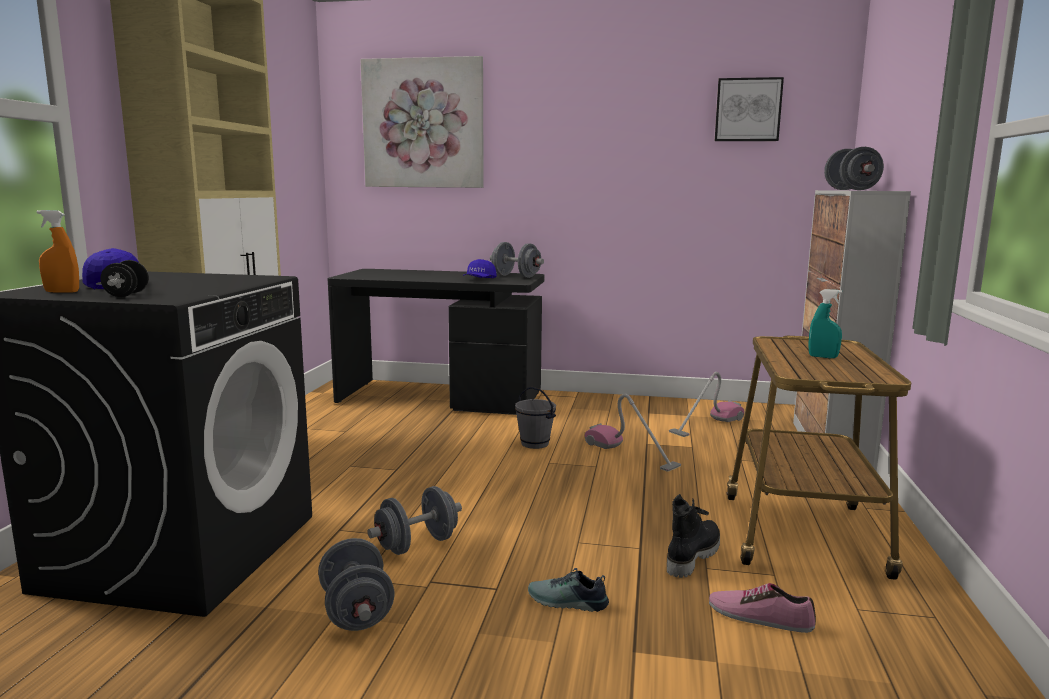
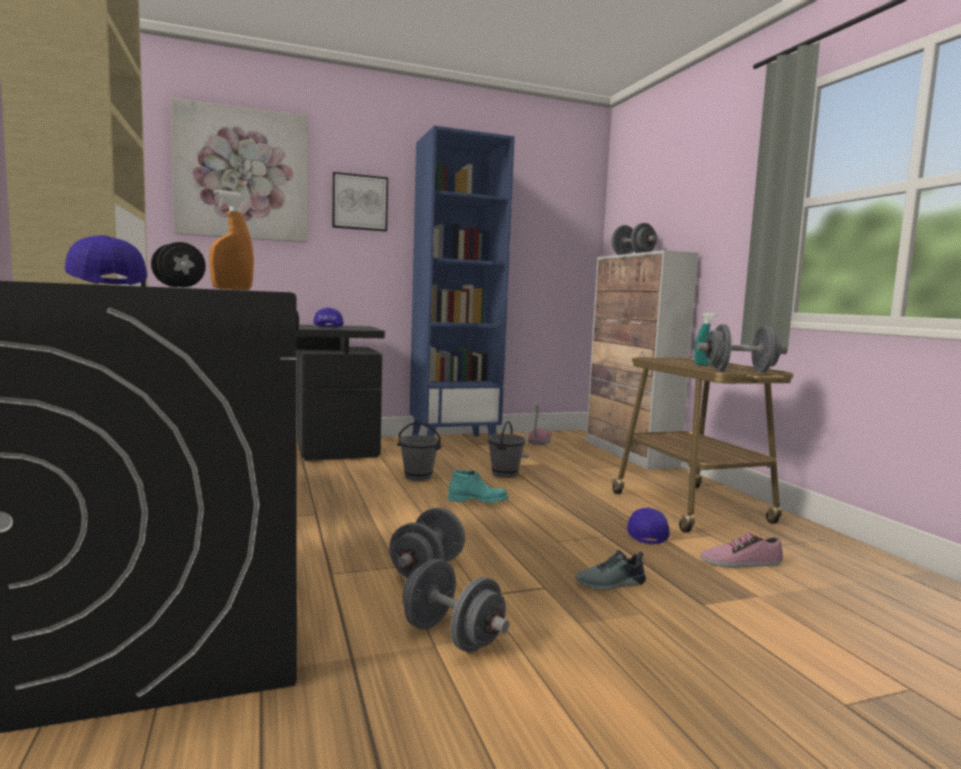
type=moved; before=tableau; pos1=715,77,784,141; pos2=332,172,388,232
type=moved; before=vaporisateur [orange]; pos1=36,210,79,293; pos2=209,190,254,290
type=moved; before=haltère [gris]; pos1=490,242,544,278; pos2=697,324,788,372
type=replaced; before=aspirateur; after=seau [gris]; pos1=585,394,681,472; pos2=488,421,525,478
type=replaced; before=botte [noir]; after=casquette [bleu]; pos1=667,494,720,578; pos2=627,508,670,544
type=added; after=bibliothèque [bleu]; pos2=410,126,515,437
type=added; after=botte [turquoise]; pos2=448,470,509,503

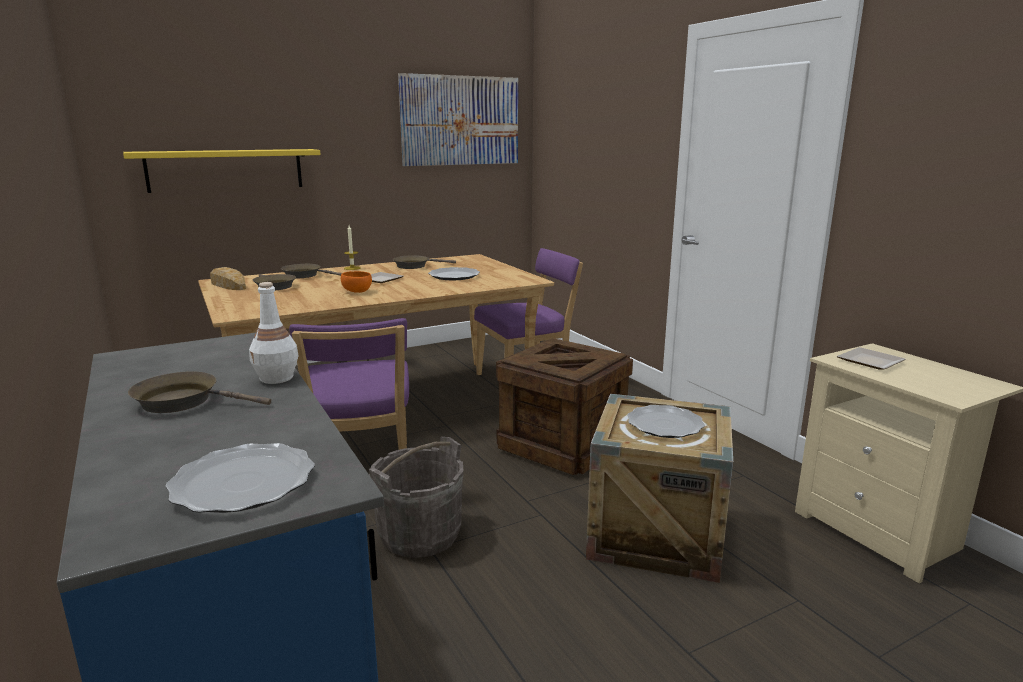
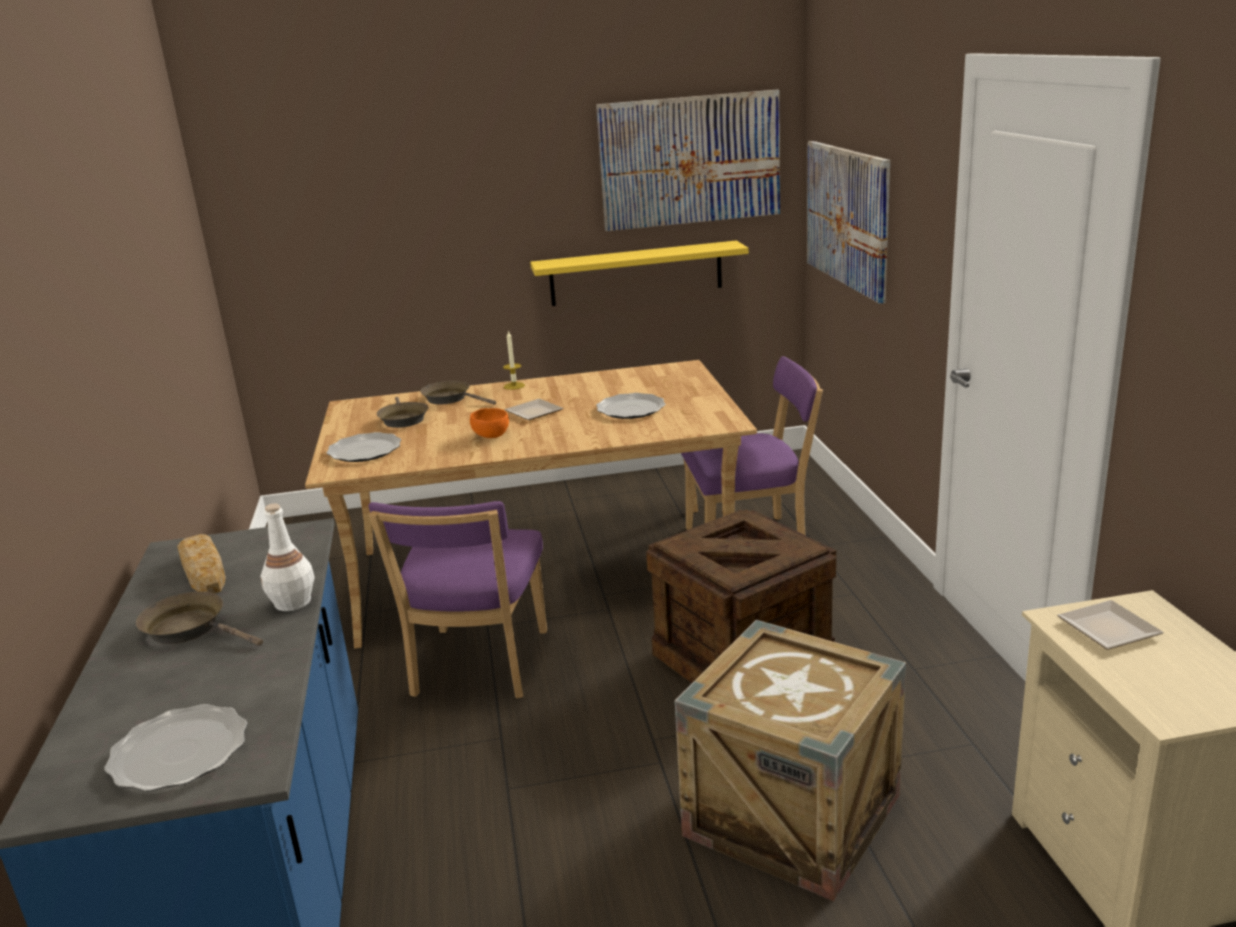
type=moved; before=étagère [jaune]; pos1=123,149,321,193; pos2=530,240,749,306
type=removed; before=poêle [marron]; pos1=393,255,456,269
type=moved; before=pain; pos1=210,267,246,290; pos2=177,534,226,594
type=moved; before=assiette; pos1=627,405,705,438; pos2=326,432,401,462
type=removed; before=seau [gris]; pos1=369,437,464,558
type=added; after=tableau; pos2=807,141,890,304

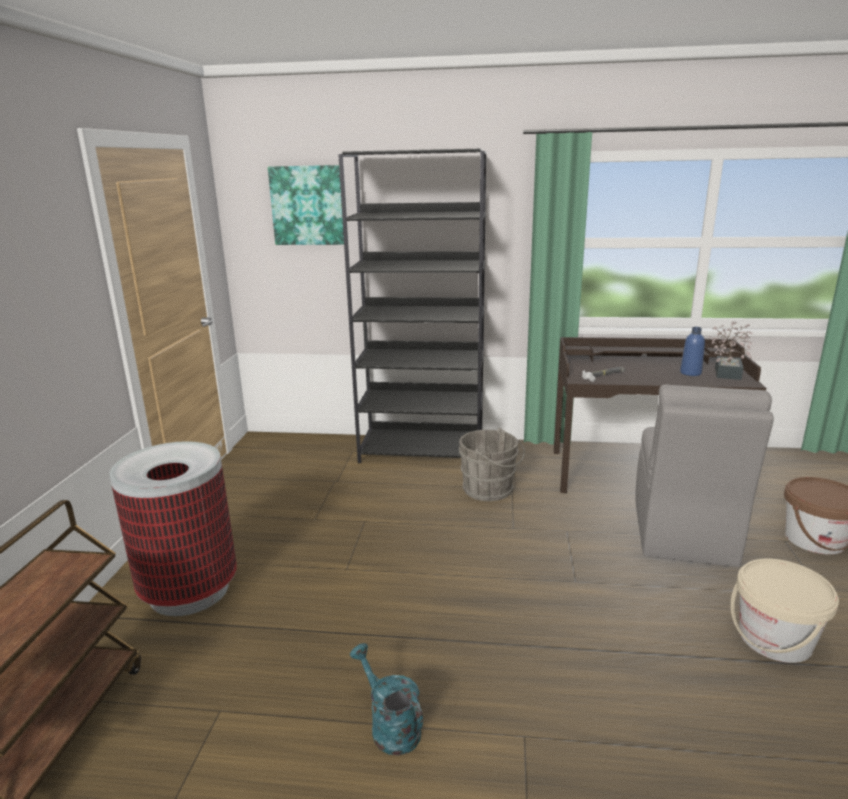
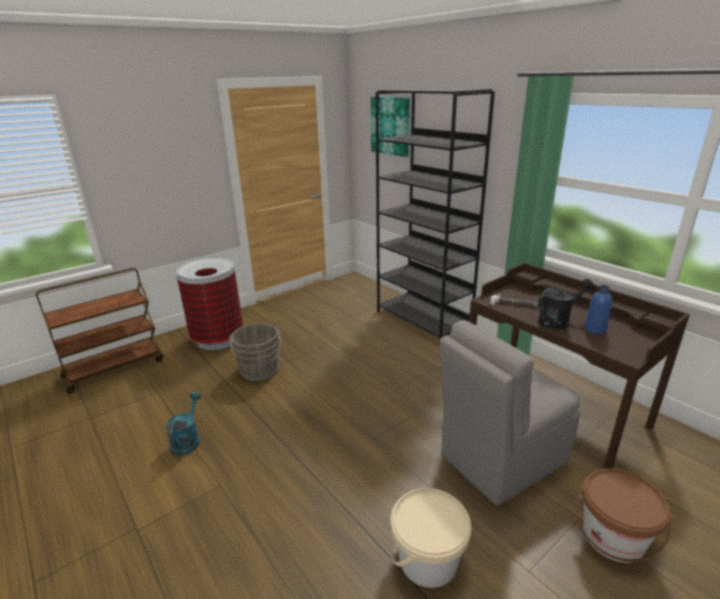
type=removed; before=plante en pot; pos1=709,322,752,380
type=moved; before=seau [gris]; pos1=459,428,525,501; pos2=229,323,281,381
type=added; after=arrosoir [noir]; pos2=538,279,595,329

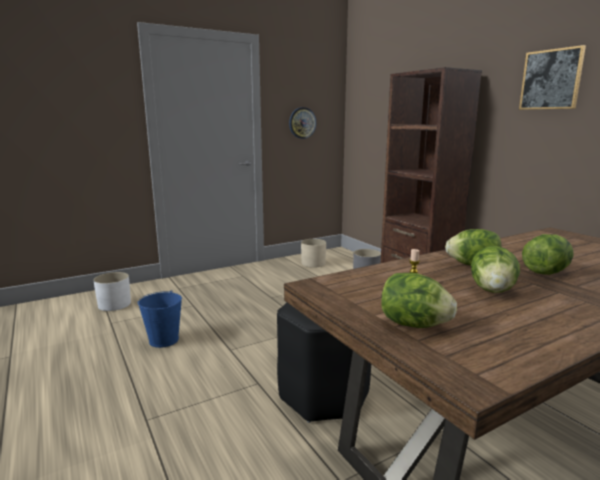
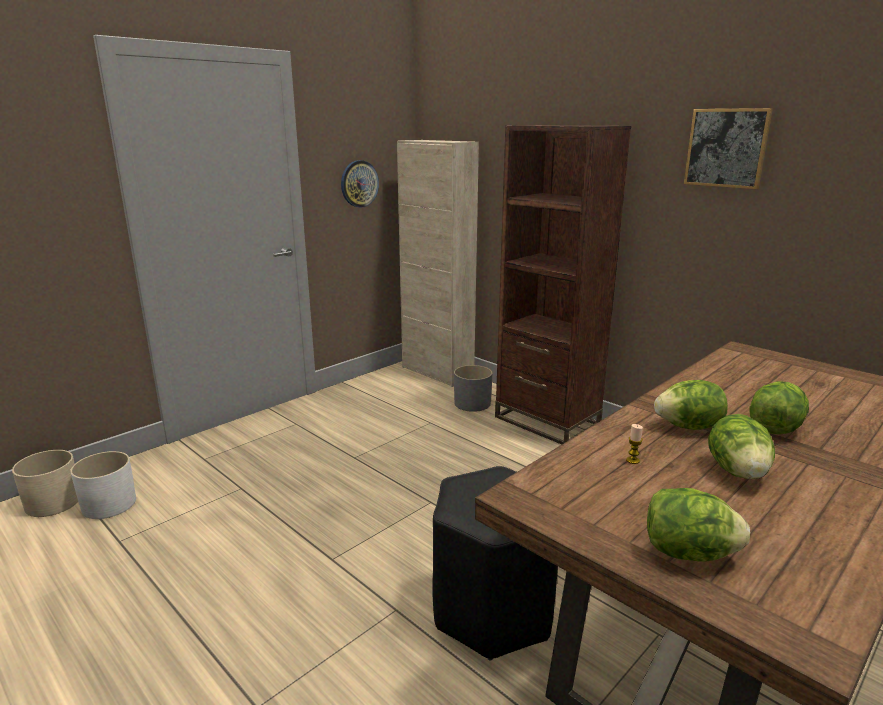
type=moved; before=cache-pot [beige]; pos1=301,239,326,268; pos2=12,450,78,517
type=removed; before=seau [bleu]; pos1=138,290,182,348
type=added; after=meuble de rangement [beige]; pos2=397,140,479,387

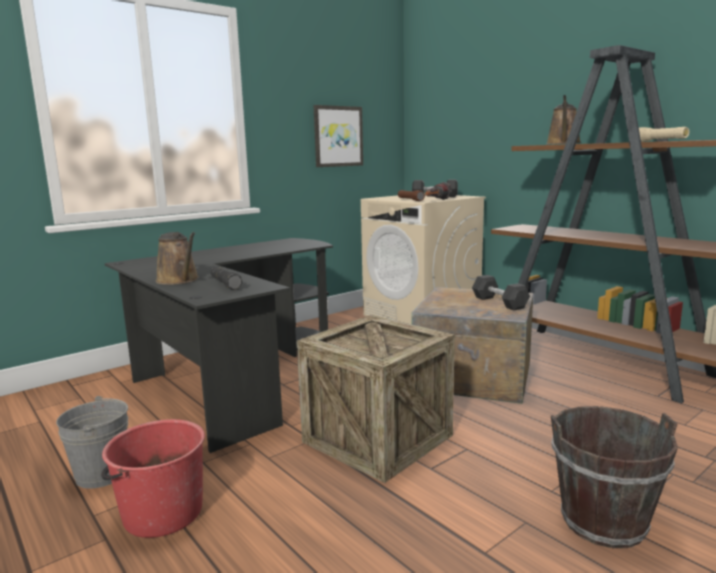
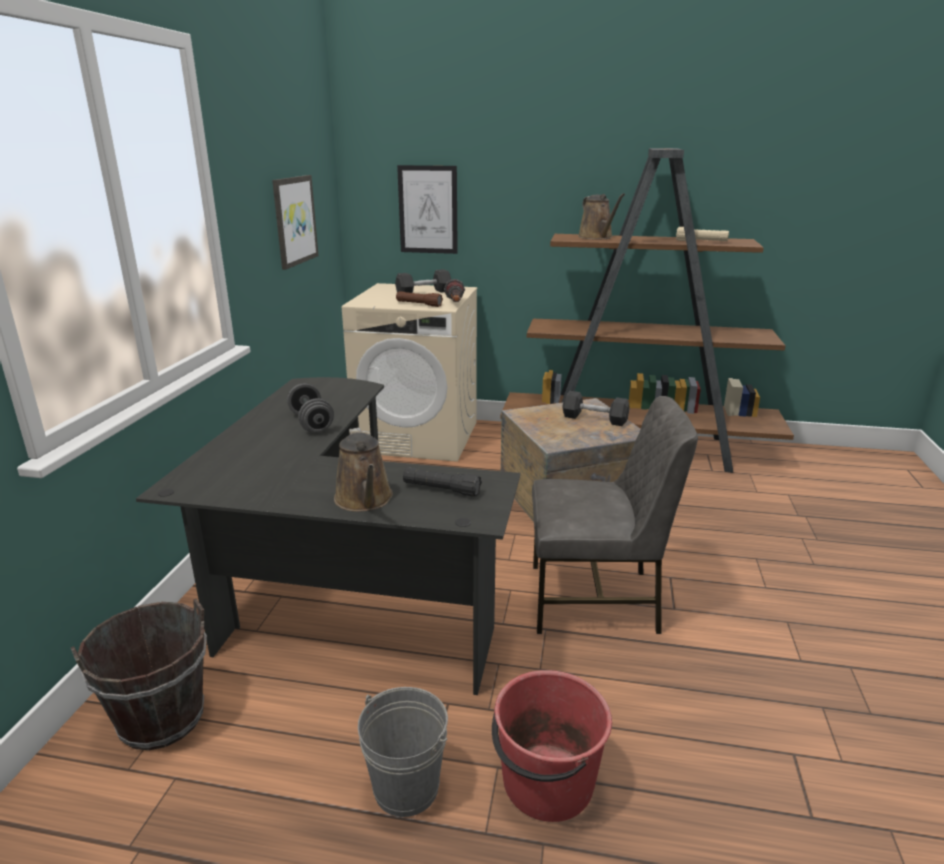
type=turned; before=arrosoir [marron]; pos1=156,232,199,285; pos2=334,427,393,512; turn=60
type=replaced; before=caisse; after=chaise [gris]; pos1=297,315,455,483; pos2=532,396,698,634
type=moved; before=seau [marron]; pos1=551,406,678,548; pos2=71,599,207,750
type=added; after=tableau; pos2=397,165,458,254
type=added; after=haltère [gris]; pos2=287,383,334,433

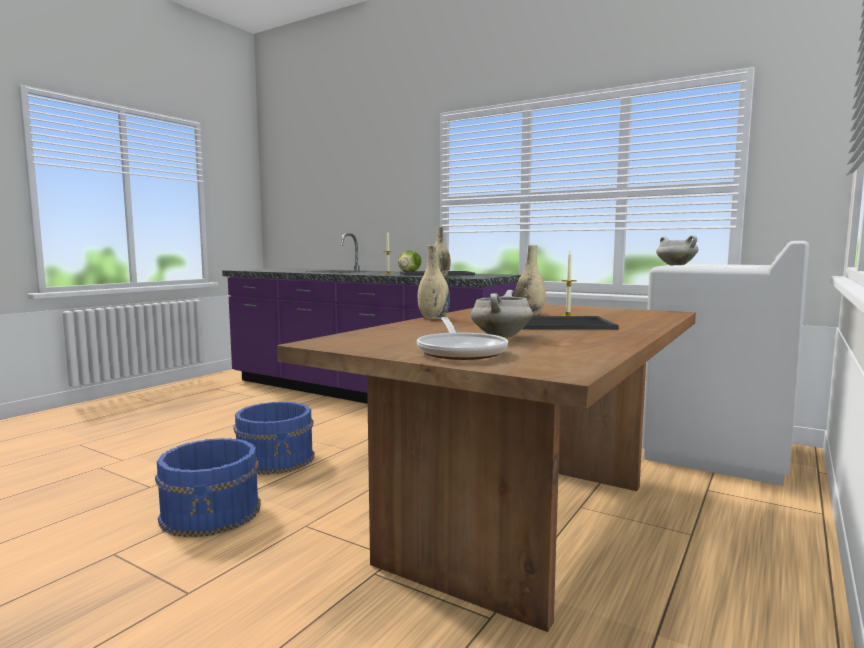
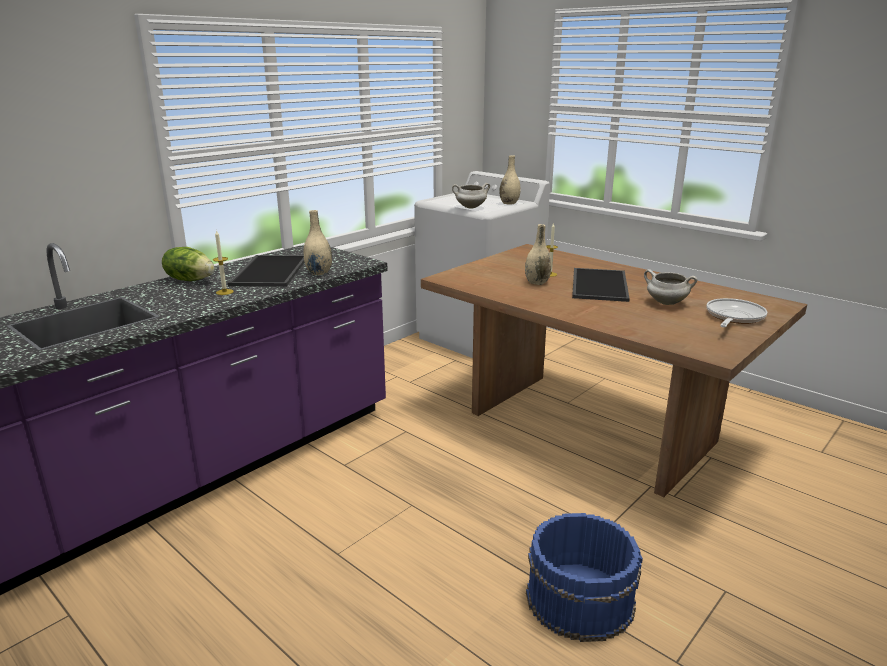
type=moved; before=vase [beige]; pos1=418,245,450,319; pos2=500,155,520,204
type=turned; before=poêle; pos1=417,317,508,360; pos2=707,298,767,327; turn=-60
type=removed; before=seau [bleu]; pos1=233,402,314,475

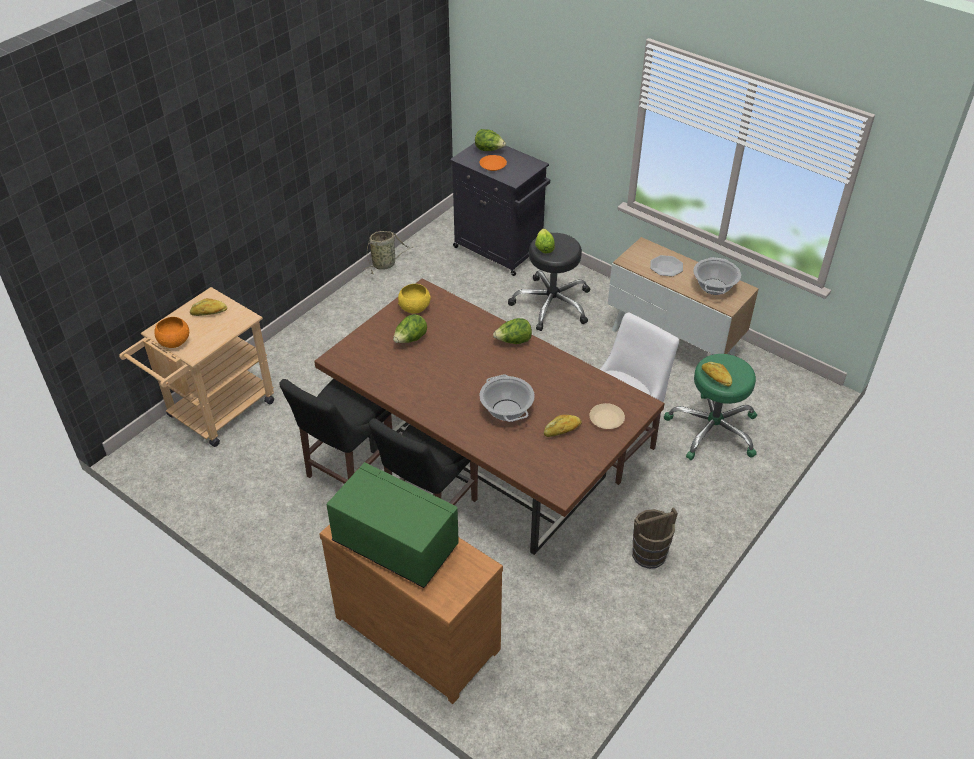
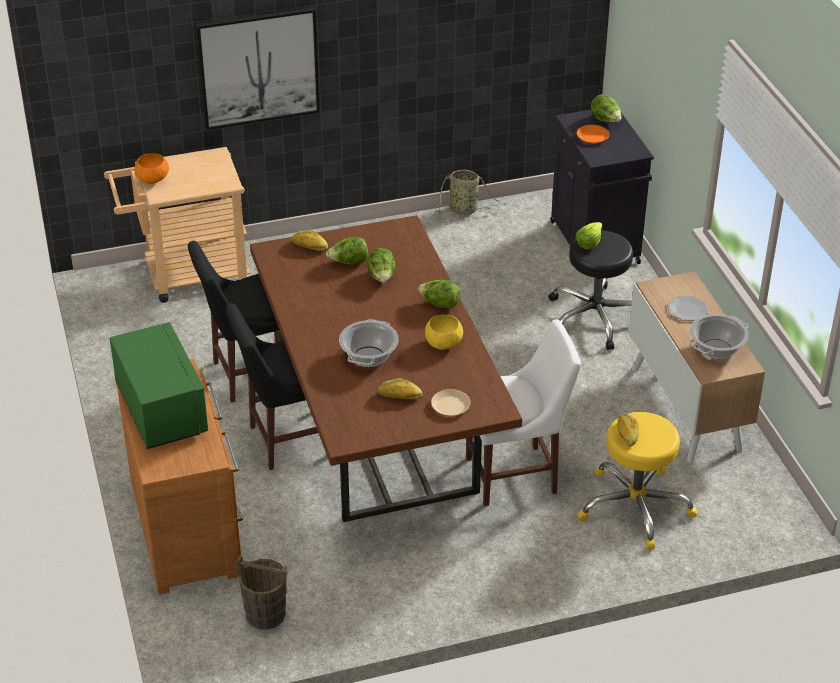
type=moved; before=bol [jaune]; pos1=398,284,431,314; pos2=425,315,463,350
type=moved; before=pain; pos1=190,298,227,316; pos2=291,230,328,251
type=recoloured; before=tabouret [vert]; after=tabouret [jaune]; pos1=664,354,757,460; pos2=577,412,698,549
type=moved; before=seau [marron]; pos1=632,507,678,569; pos2=236,555,288,630
type=added; after=tableau; pos2=196,7,320,130
type=added; after=laitue; pos2=367,248,396,283

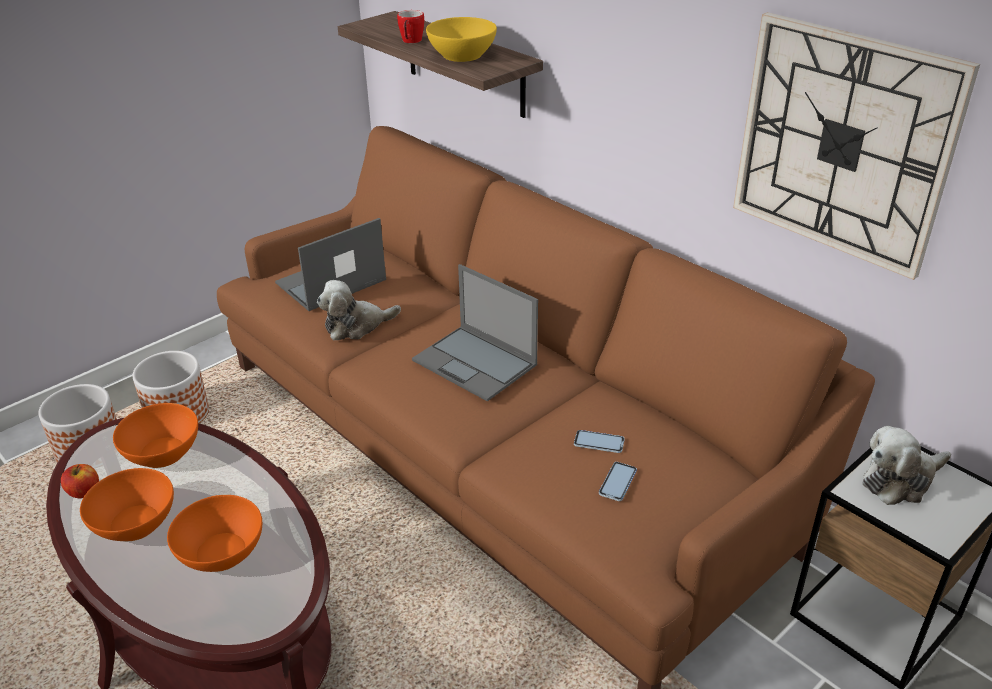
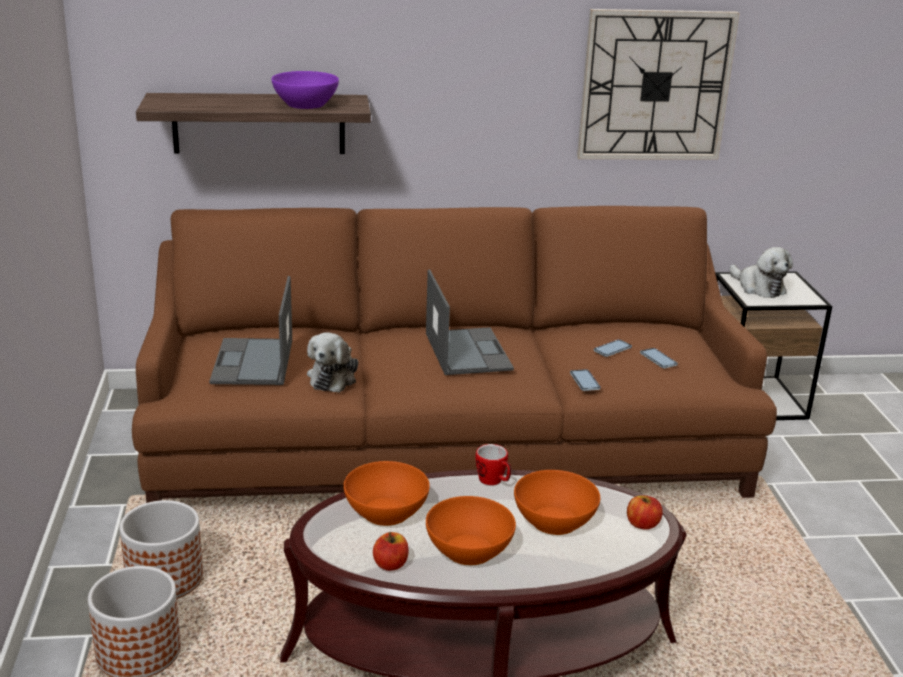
type=moved; before=mug; pos1=397,10,424,43; pos2=475,444,511,485
type=recoloured; before=bol [jaune]; after=bol [violet]; pos1=426,17,497,62; pos2=272,71,339,109
type=turned; before=ordinateur portable; pos1=412,264,538,401; pos2=426,270,514,375; turn=-90
type=turned; before=peluche; pos1=863,426,951,505; pos2=730,247,793,298; turn=-45
type=added; after=téléphone; pos2=570,369,601,391
type=added; after=pomme; pos2=627,495,663,529

